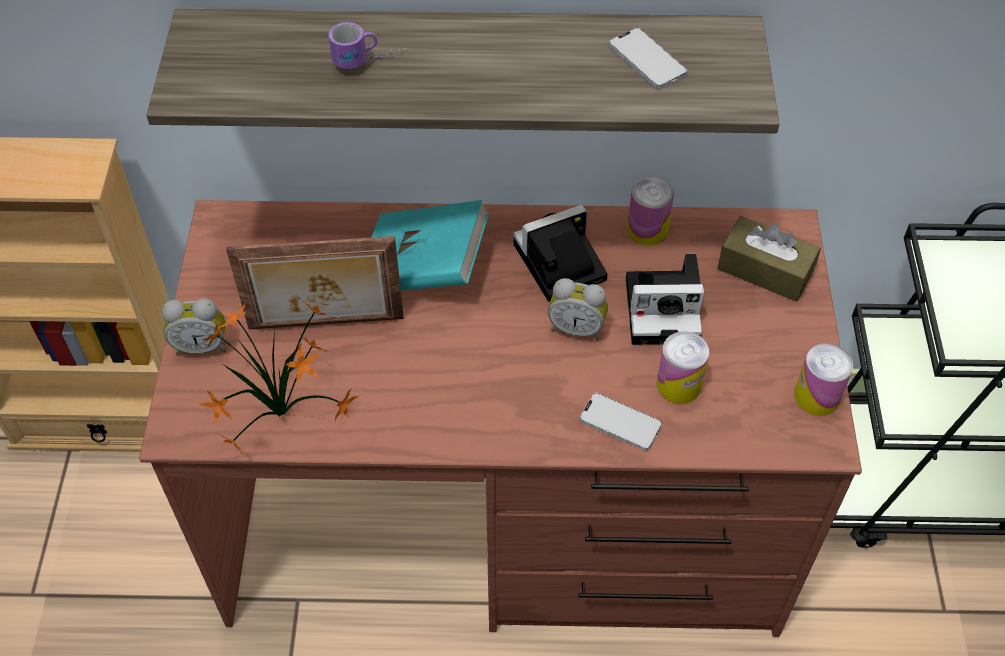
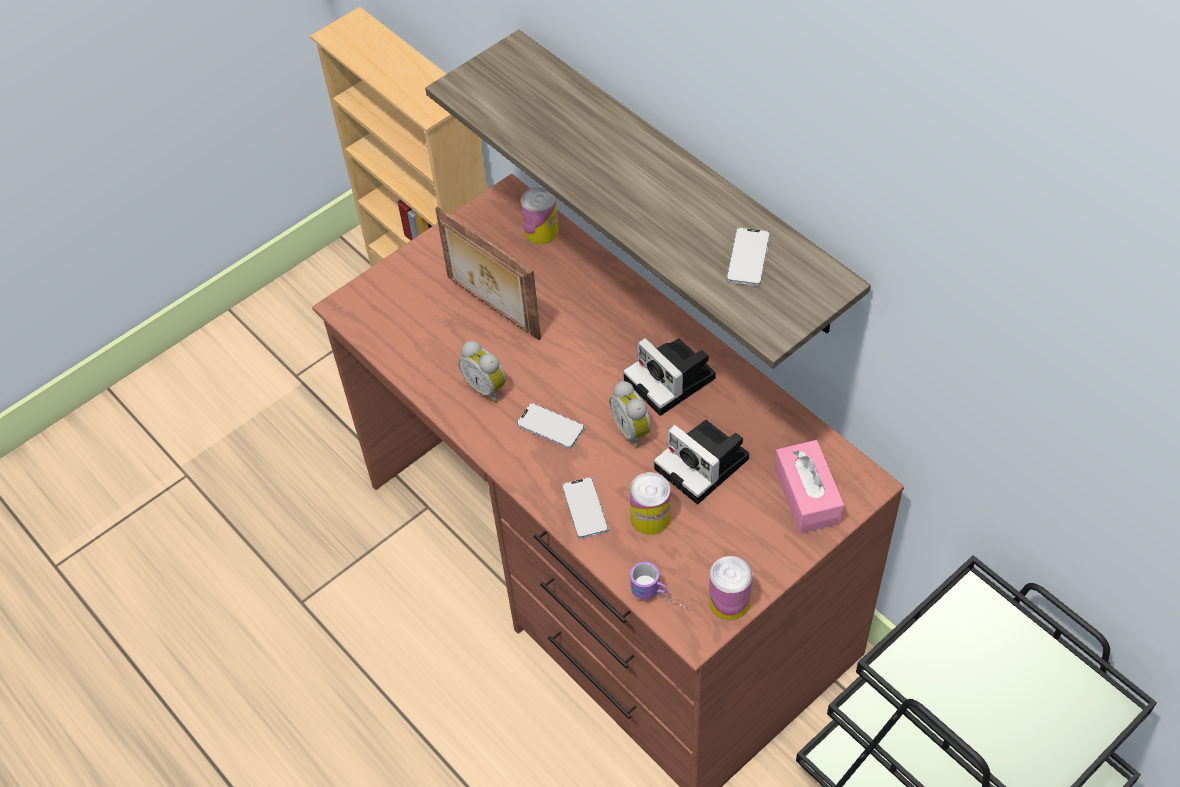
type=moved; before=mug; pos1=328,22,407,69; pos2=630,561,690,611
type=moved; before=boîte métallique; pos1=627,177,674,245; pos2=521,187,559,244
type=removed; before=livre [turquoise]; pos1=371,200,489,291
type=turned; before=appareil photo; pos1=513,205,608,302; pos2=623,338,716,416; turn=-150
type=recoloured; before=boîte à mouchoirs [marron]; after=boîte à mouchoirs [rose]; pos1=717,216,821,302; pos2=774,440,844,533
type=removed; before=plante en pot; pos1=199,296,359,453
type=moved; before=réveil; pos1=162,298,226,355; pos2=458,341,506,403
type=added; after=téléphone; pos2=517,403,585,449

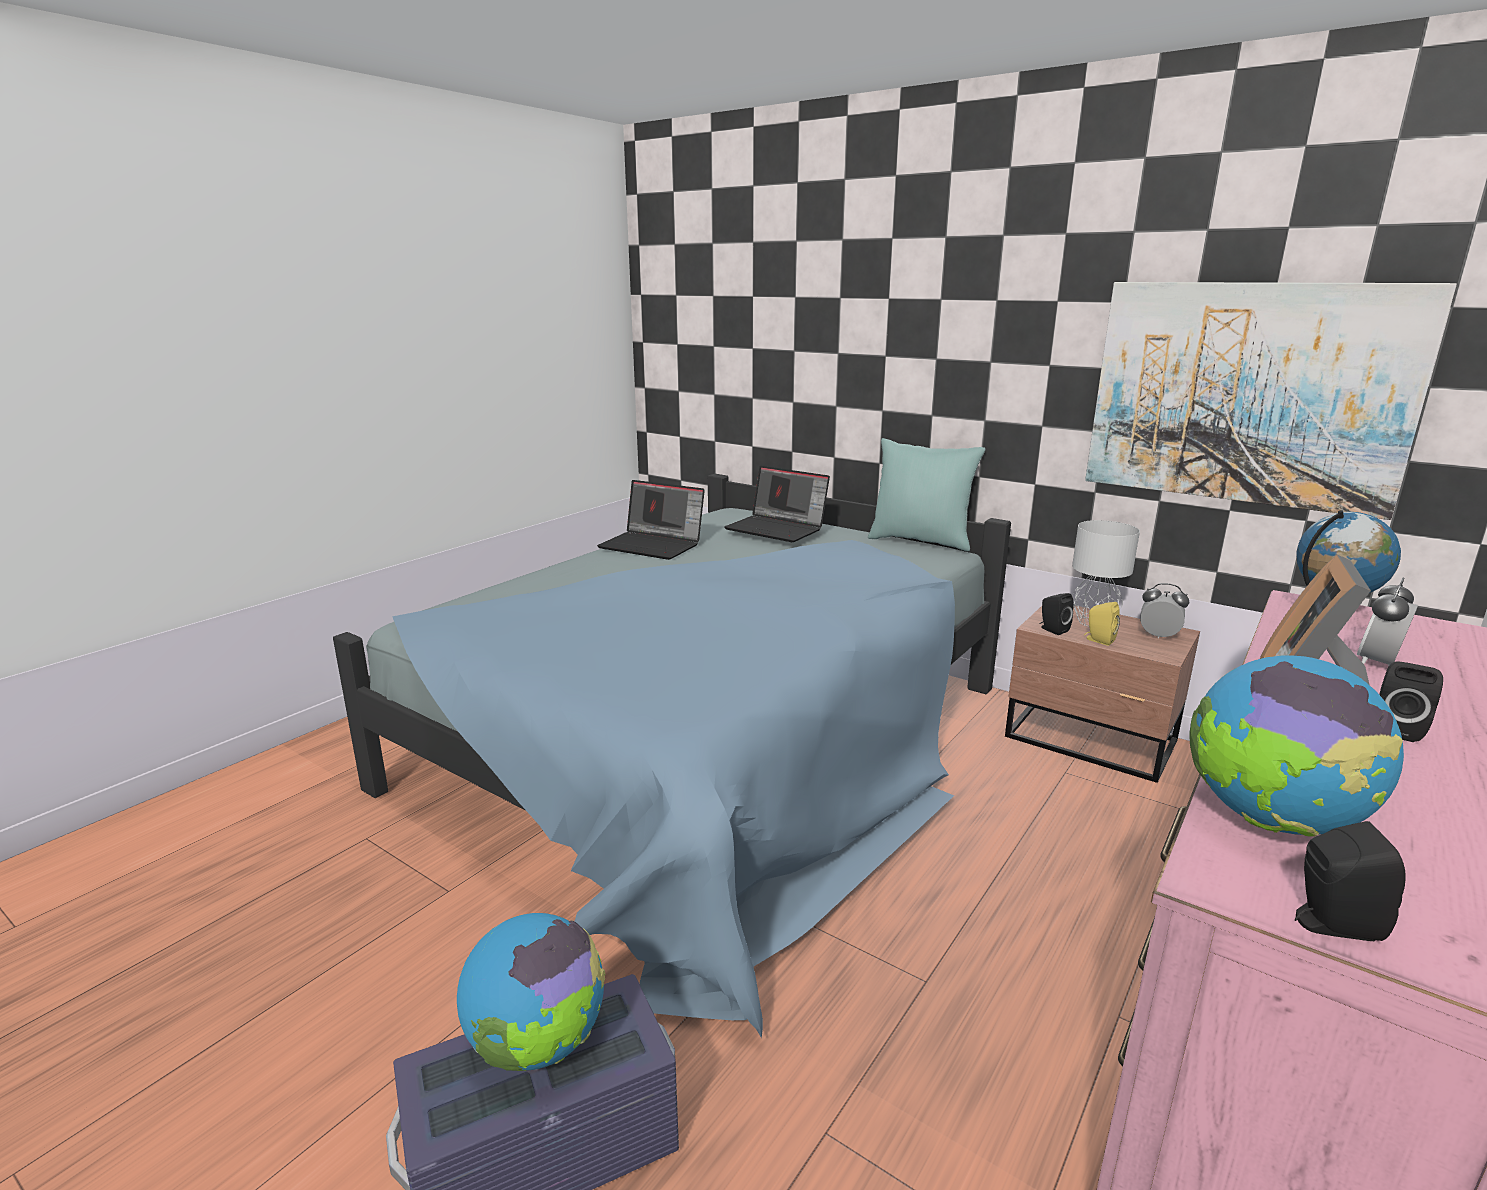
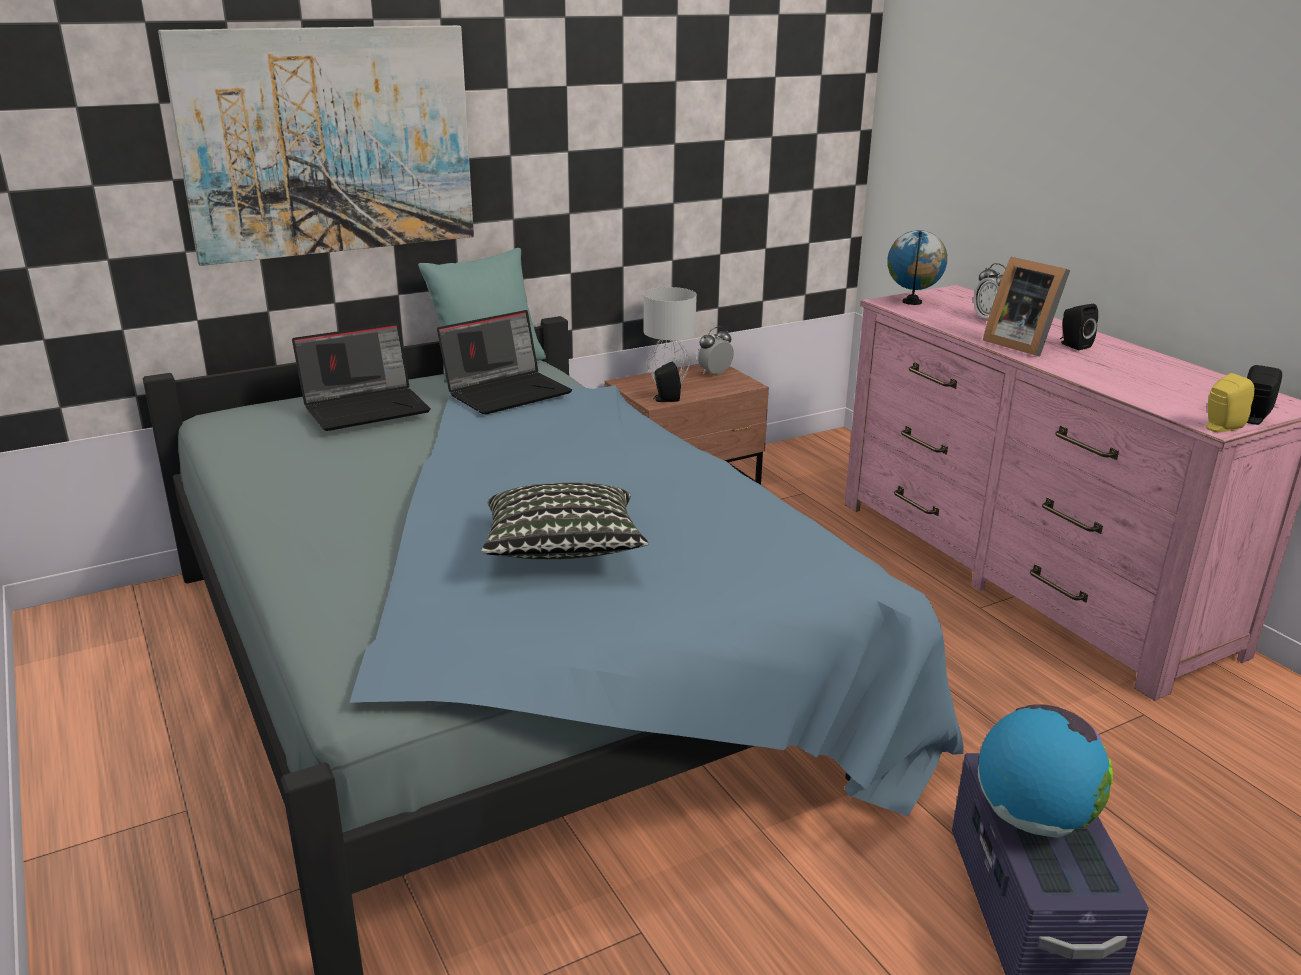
type=moved; before=tableau; pos1=1085,282,1457,520; pos2=158,25,474,266
type=moved; before=ordinateur portable; pos1=597,480,705,560; pos2=437,310,572,415
type=moved; before=enceinte [jaune]; pos1=1084,602,1120,646; pos2=1206,373,1254,432
type=removed; before=globe; pos1=1189,656,1404,837
type=added; after=coussin; pos2=481,483,648,560

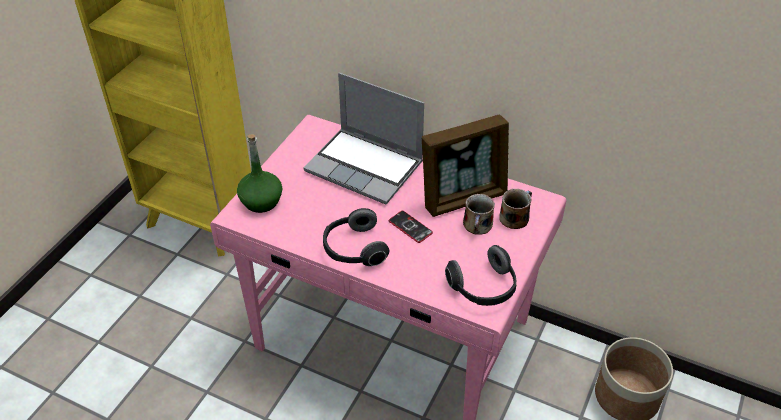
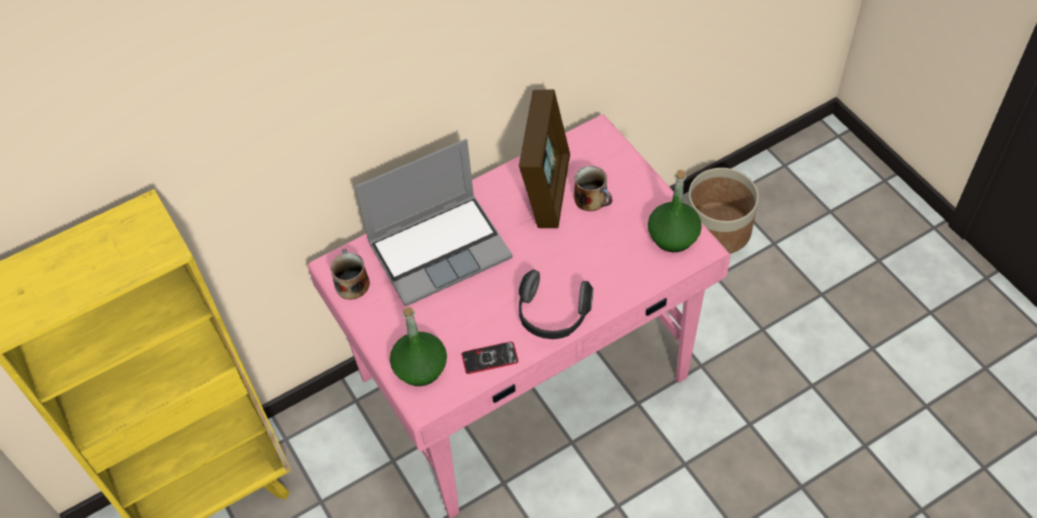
type=moved; before=mug; pos1=499,189,532,229; pos2=330,249,370,300
type=moved; before=téléphone; pos1=389,211,433,243; pos2=462,342,518,374
type=replaced; before=casque audio; after=bouteille [vert]; pos1=445,245,516,306; pos2=648,170,702,252

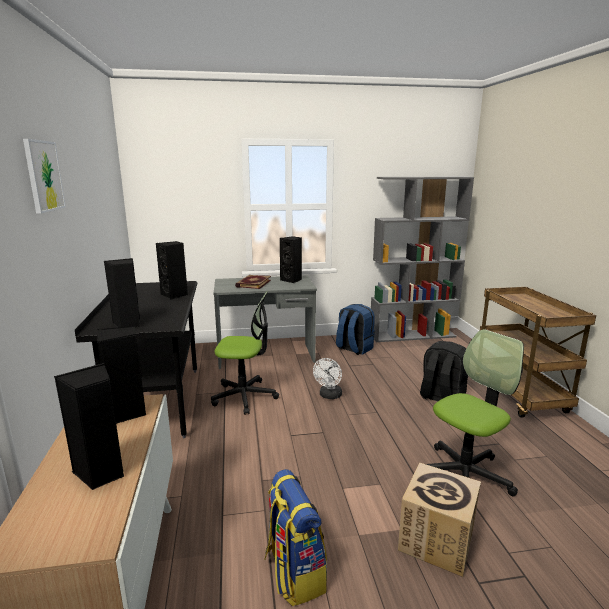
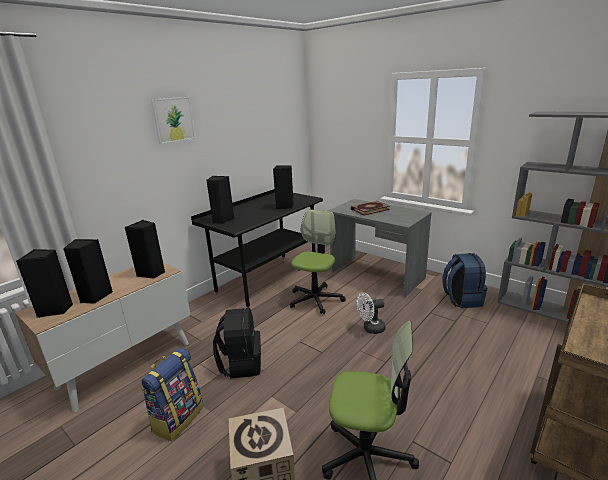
type=moved; before=enceinte [noir]; pos1=280,236,302,283; pos2=16,249,73,318
type=turned; before=chaise de bureau; pos1=211,291,279,415; pos2=290,209,346,314; turn=-120
type=moved; before=sac à dos [noir]; pos1=420,341,468,401; pos2=213,308,261,379

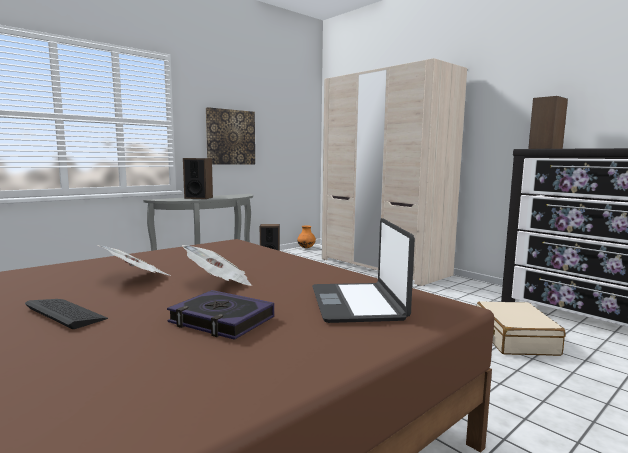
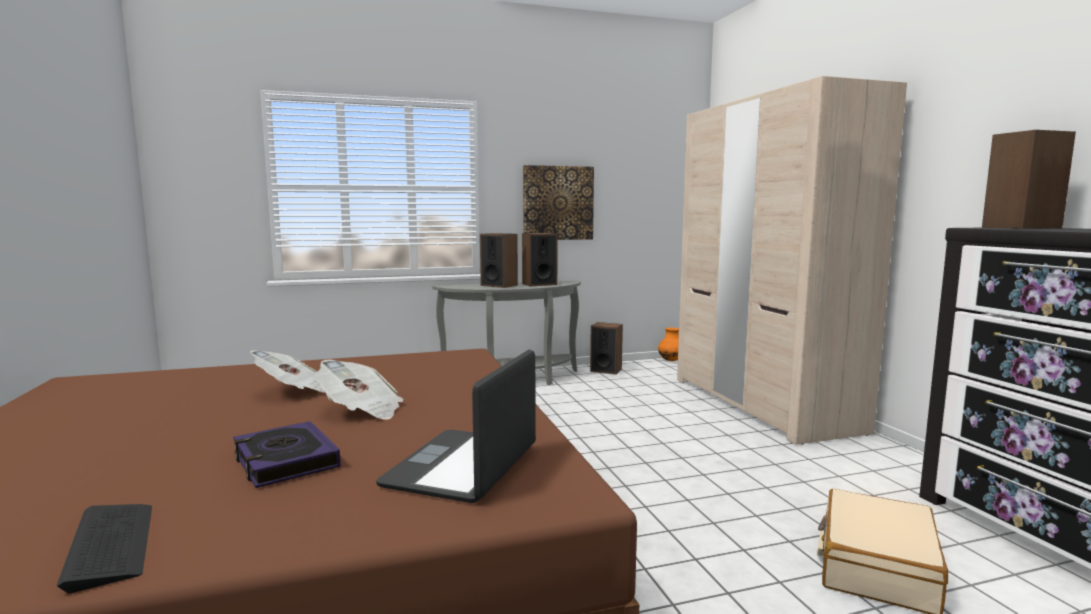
type=moved; before=clavier; pos1=25,299,108,329; pos2=56,504,152,593
type=added; after=enceinte; pos2=522,233,558,286

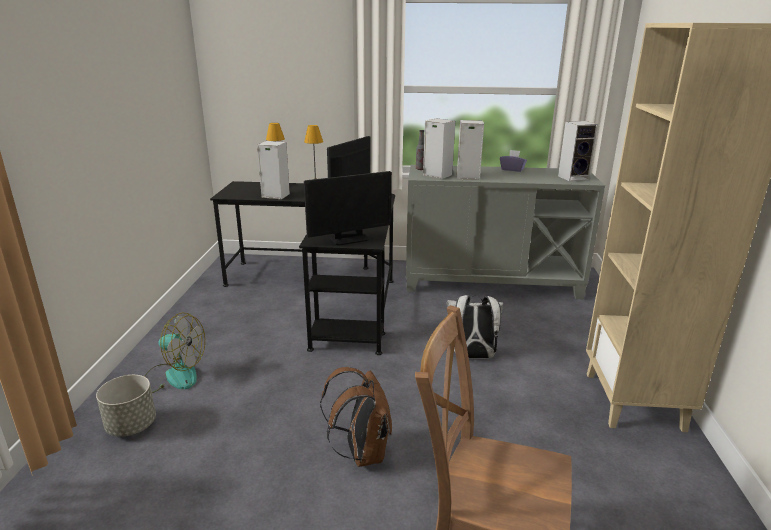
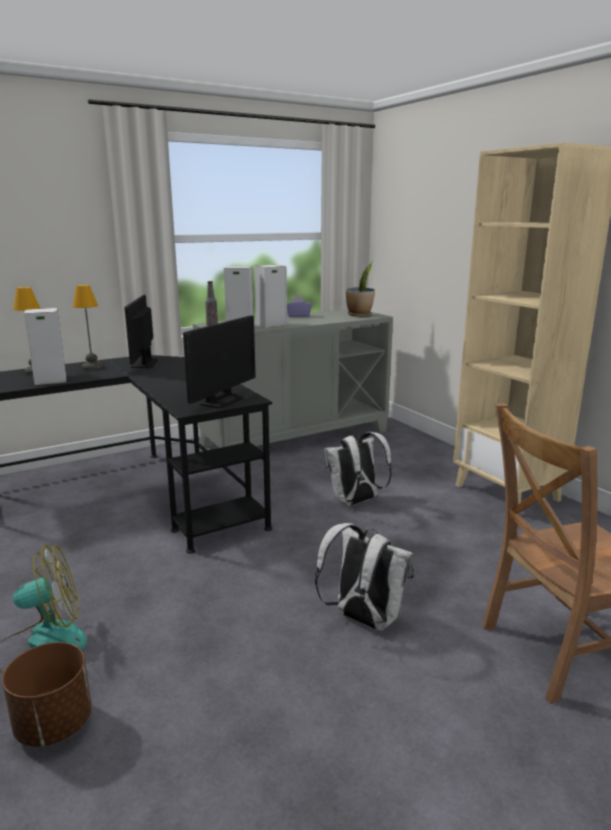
type=replaced; before=enceinte; after=plante en pot; pos1=558,121,598,181; pos2=346,260,375,317
type=recoloured; before=sac à dos [marron]; after=sac à dos [blanc]; pos1=320,367,392,467; pos2=315,523,414,631
type=recoloured; before=cache-pot [gris]; after=cache-pot [marron]; pos1=96,375,156,437; pos2=2,642,92,747

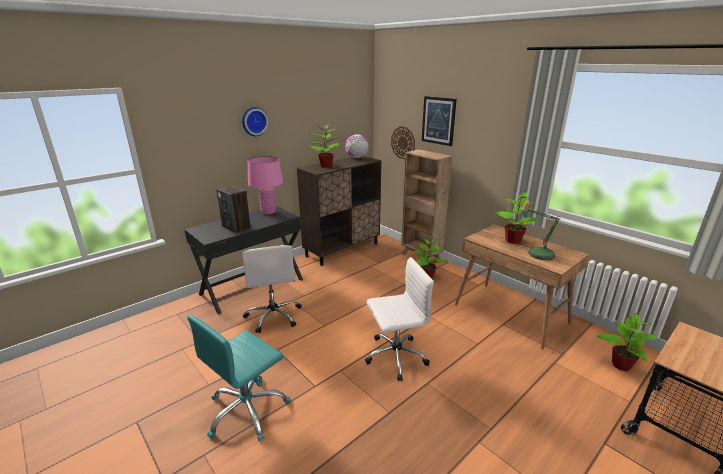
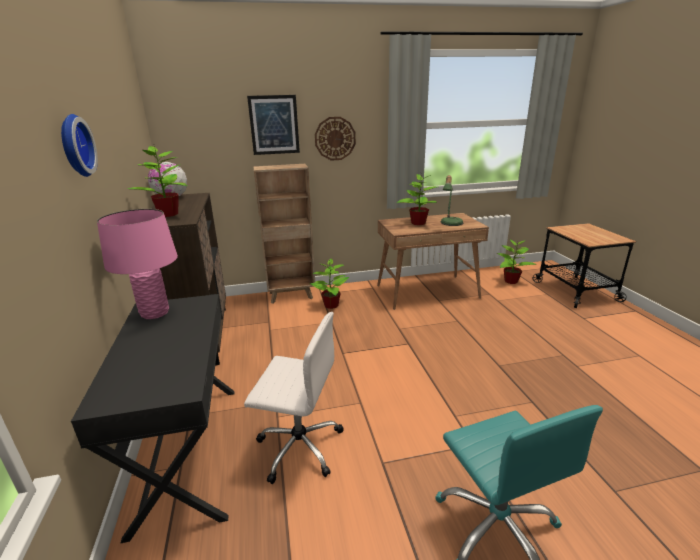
type=moved; before=horloge murale; pos1=391,126,415,159; pos2=315,117,356,161
type=removed; before=enceinte; pos1=216,186,251,233
type=removed; before=chaise de bureau [blanc]; pos1=365,257,434,381

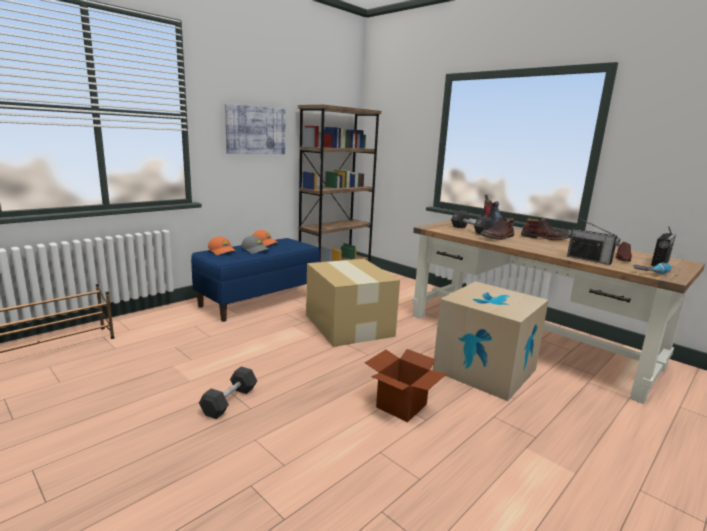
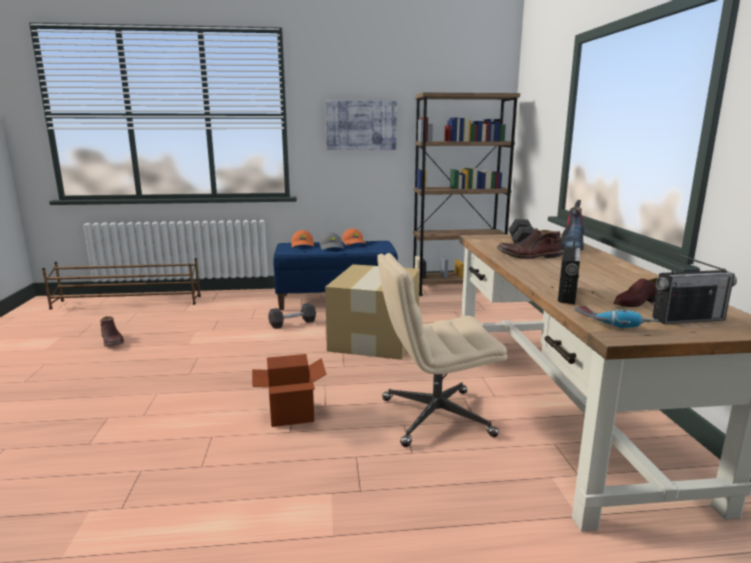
type=moved; before=botte [marron]; pos1=521,218,569,240; pos2=100,316,124,347
type=turned; before=radio; pos1=567,218,620,265; pos2=558,241,580,304; turn=-150
type=replaced; before=carton; after=chaise de bureau [beige]; pos1=433,281,549,401; pos2=377,253,507,447
type=moved; before=haltère [noir]; pos1=199,367,257,419; pos2=268,303,316,329

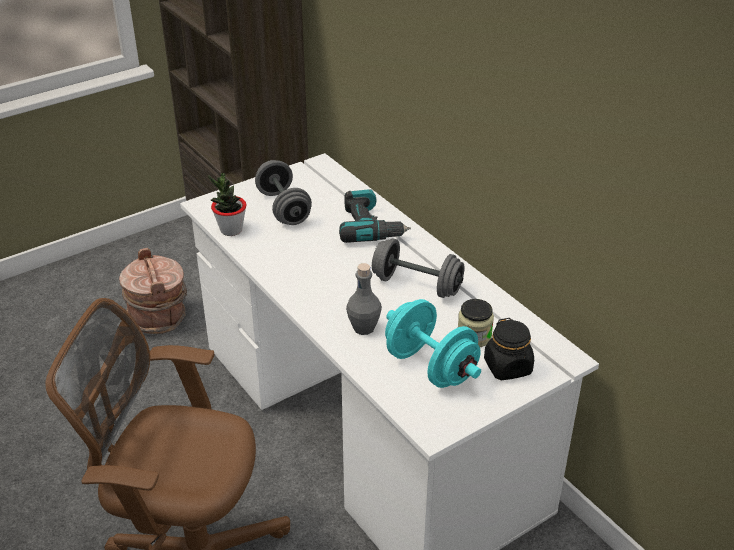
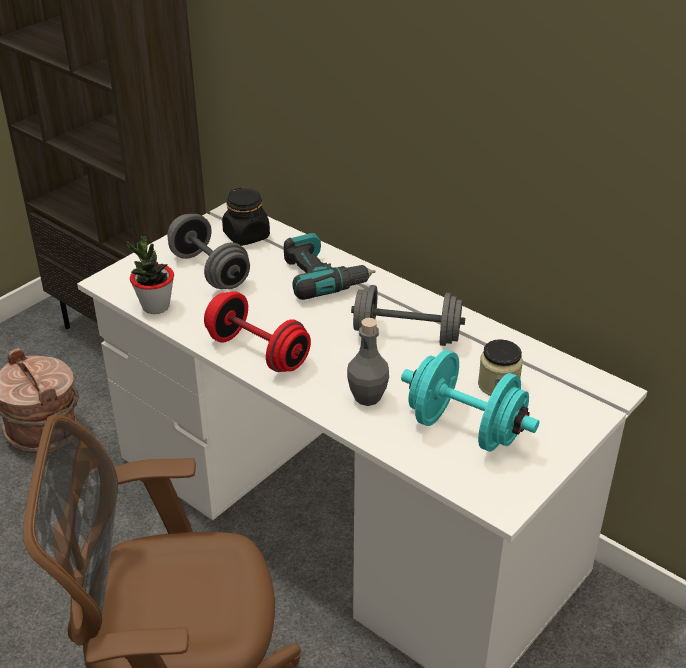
type=moved; before=bocal [noir]; pos1=484,318,534,380; pos2=222,188,270,246
type=added; after=haltère [rouge]; pos2=204,291,311,372

